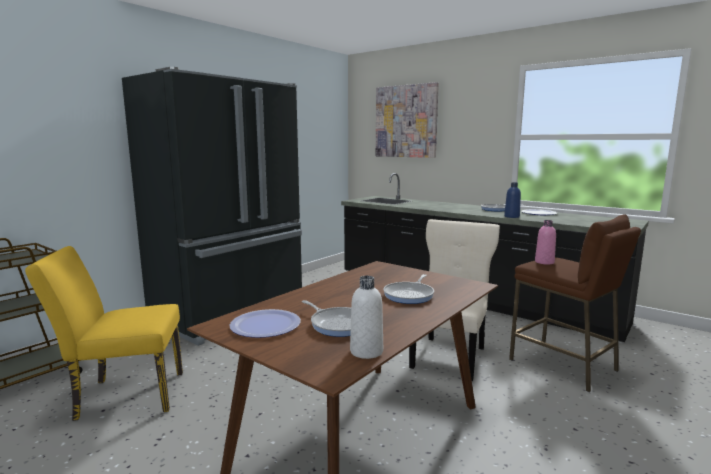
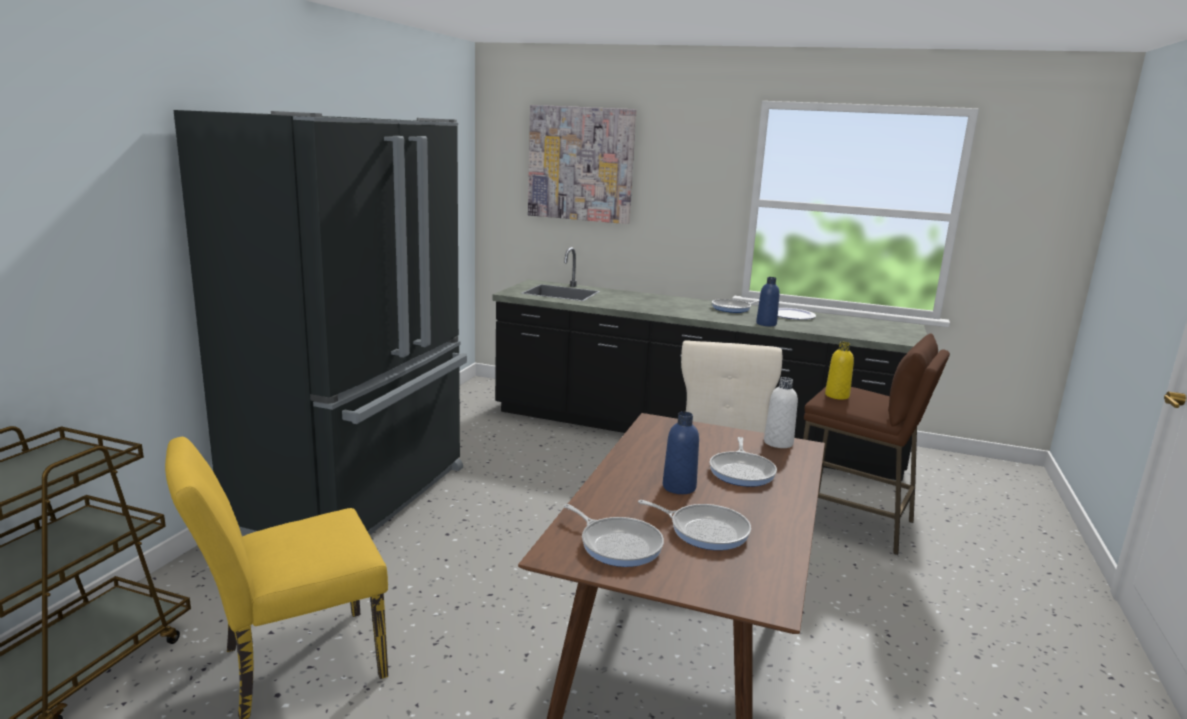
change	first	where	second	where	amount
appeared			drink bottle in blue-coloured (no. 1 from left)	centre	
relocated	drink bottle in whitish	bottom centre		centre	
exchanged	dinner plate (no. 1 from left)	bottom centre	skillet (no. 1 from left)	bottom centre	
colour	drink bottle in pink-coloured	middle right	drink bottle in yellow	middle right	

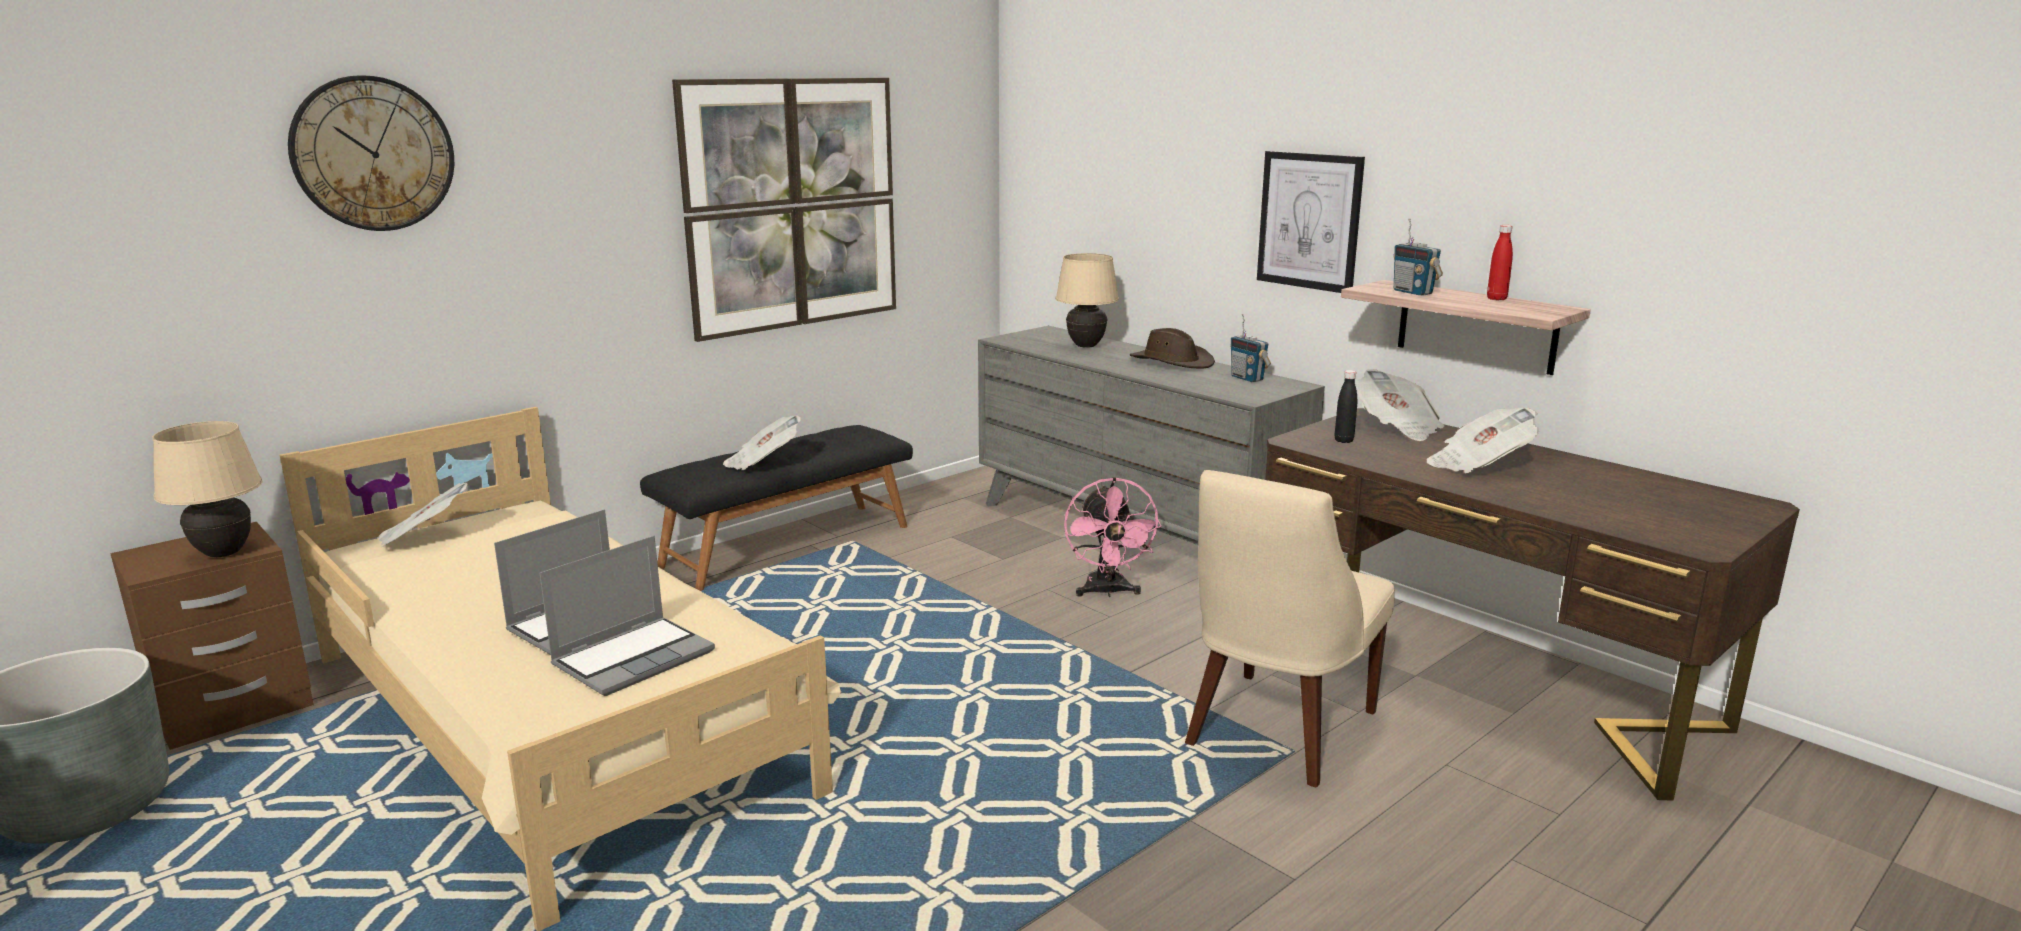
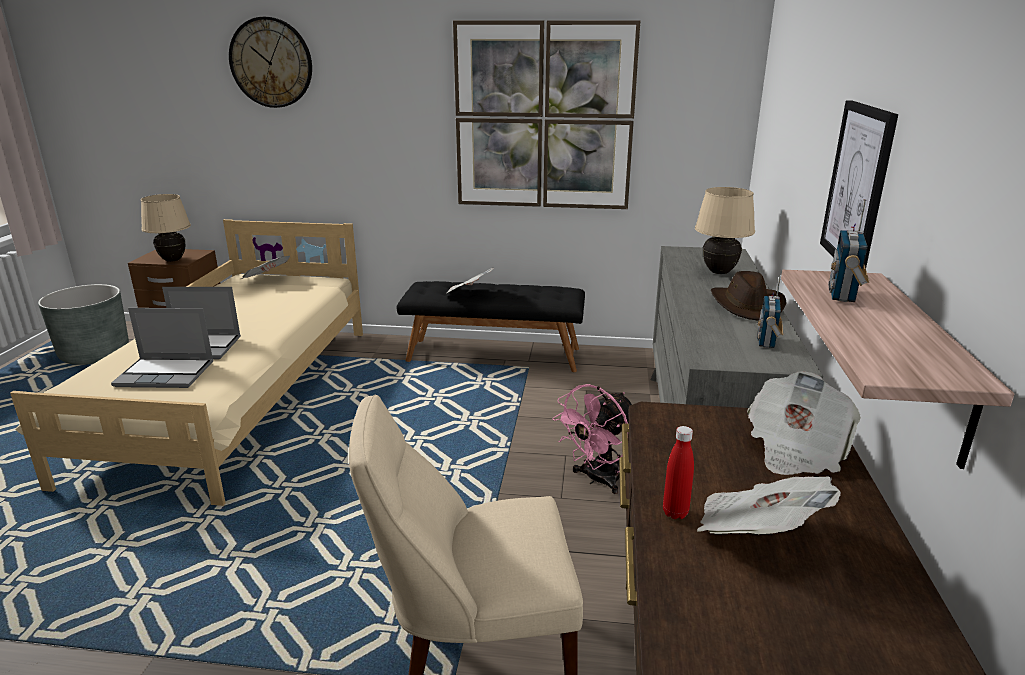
change	first	where	second	where	amount
missing	drink bottle in blackish	centre			
relocated	drink bottle in red	top right		bottom centre	

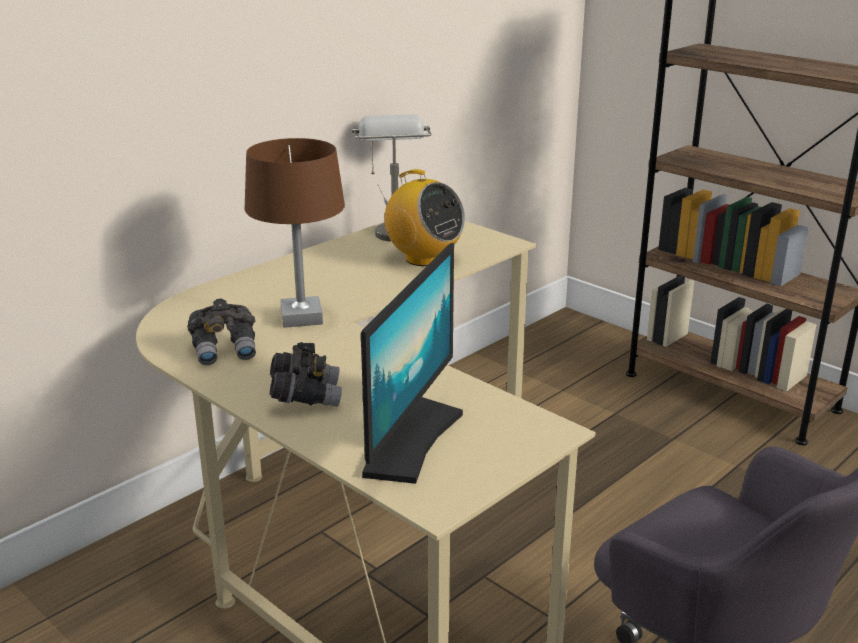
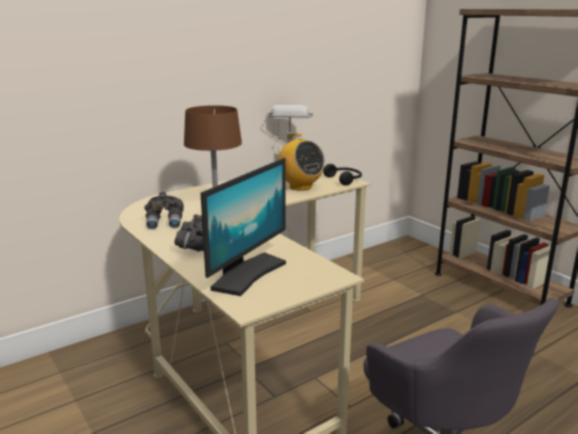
change	first	where	second	where	amount
appeared			headset in blackish	centre	

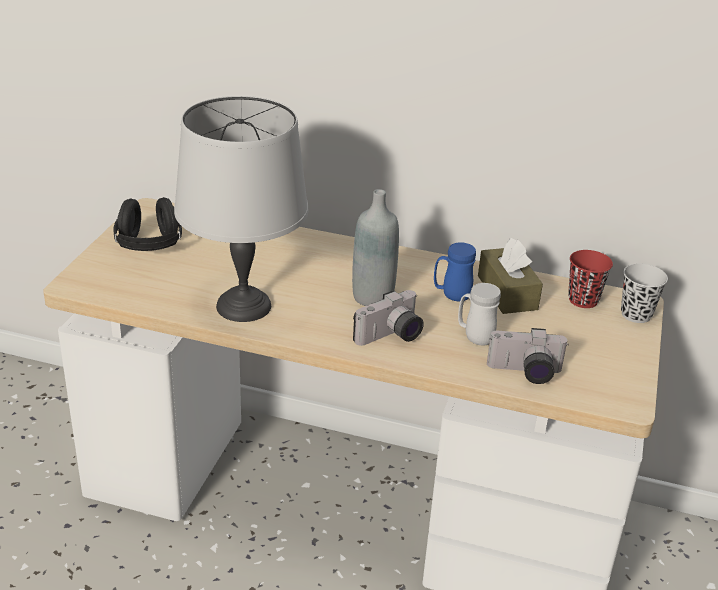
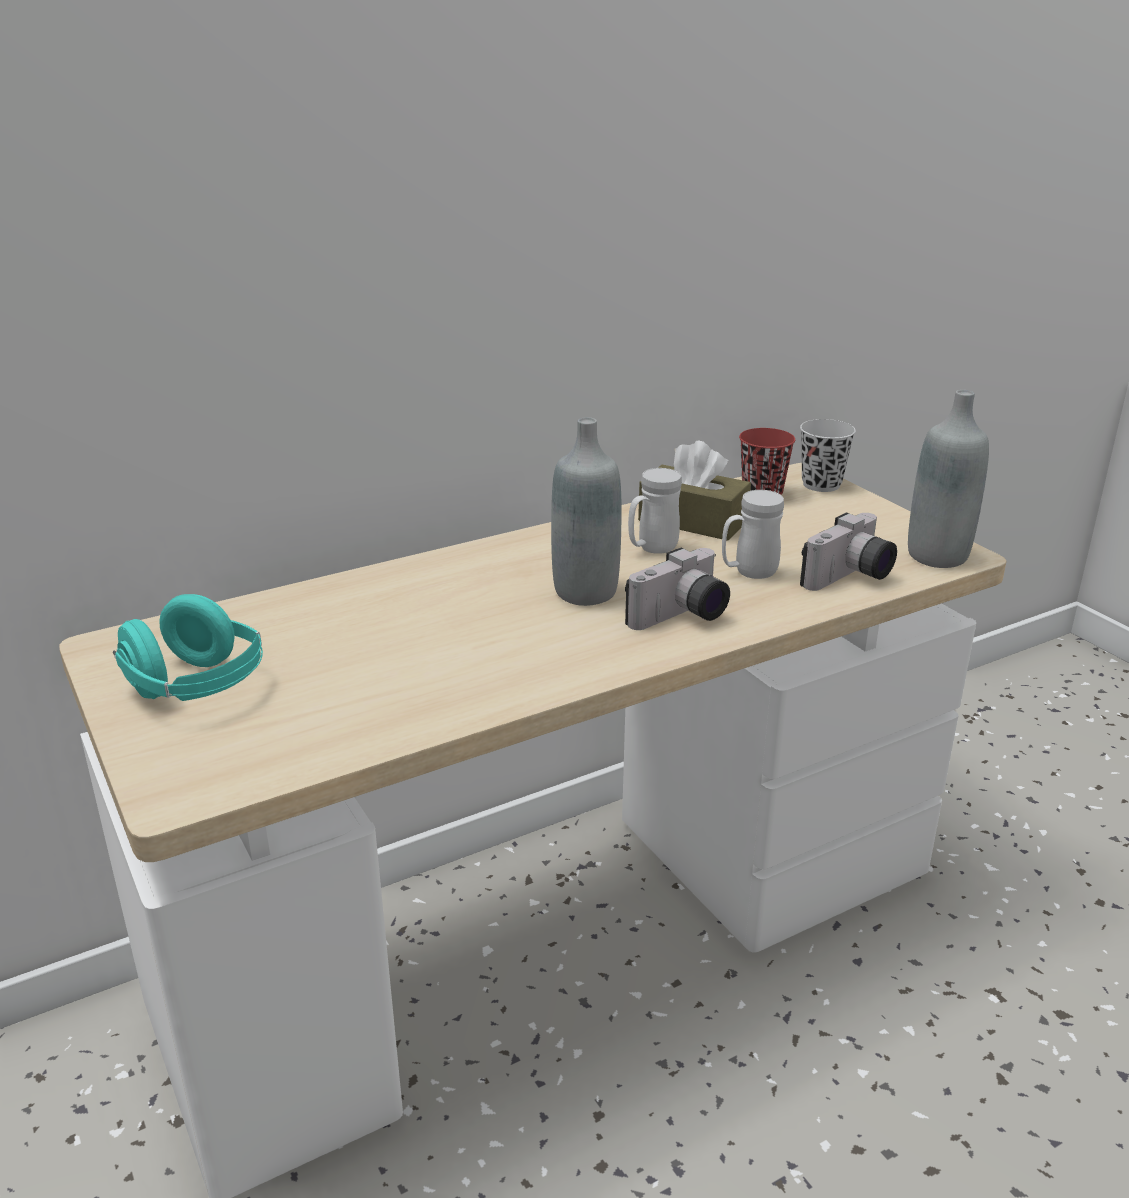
change	first	where	second	where	amount
missing	tabletop lamp in greyish	centre			
appeared			drink bottle in greyish (no. 2 from left)	middle right	
colour	headset in blackish	middle left	headset in turquoise-coloured	middle left	
colour	tea mug in blue-coloured	centre	tea mug in whitish (no. 1 from left)	centre	
spun	still camera (no. 1 from left)	centre		centre	45 degrees clockwise

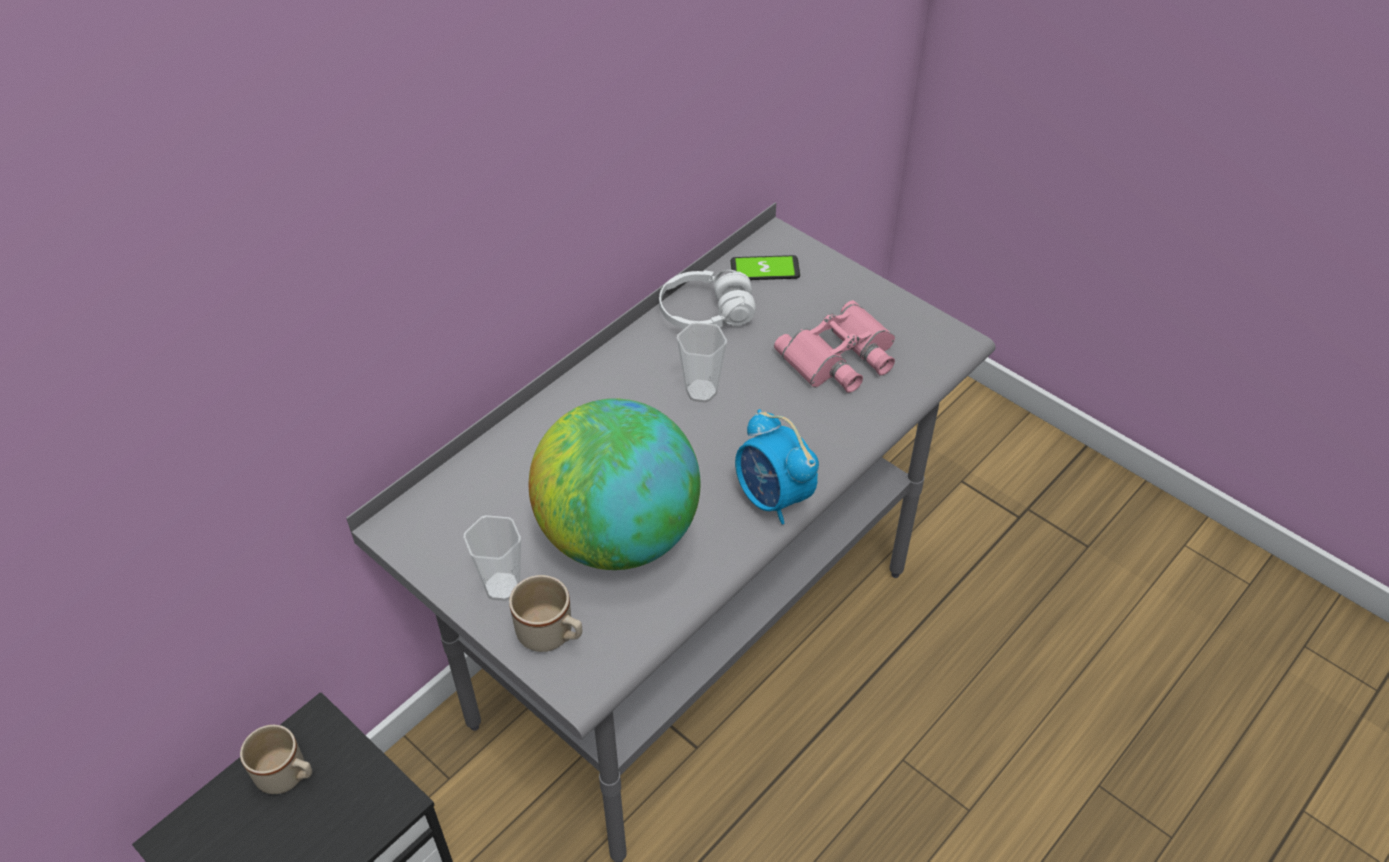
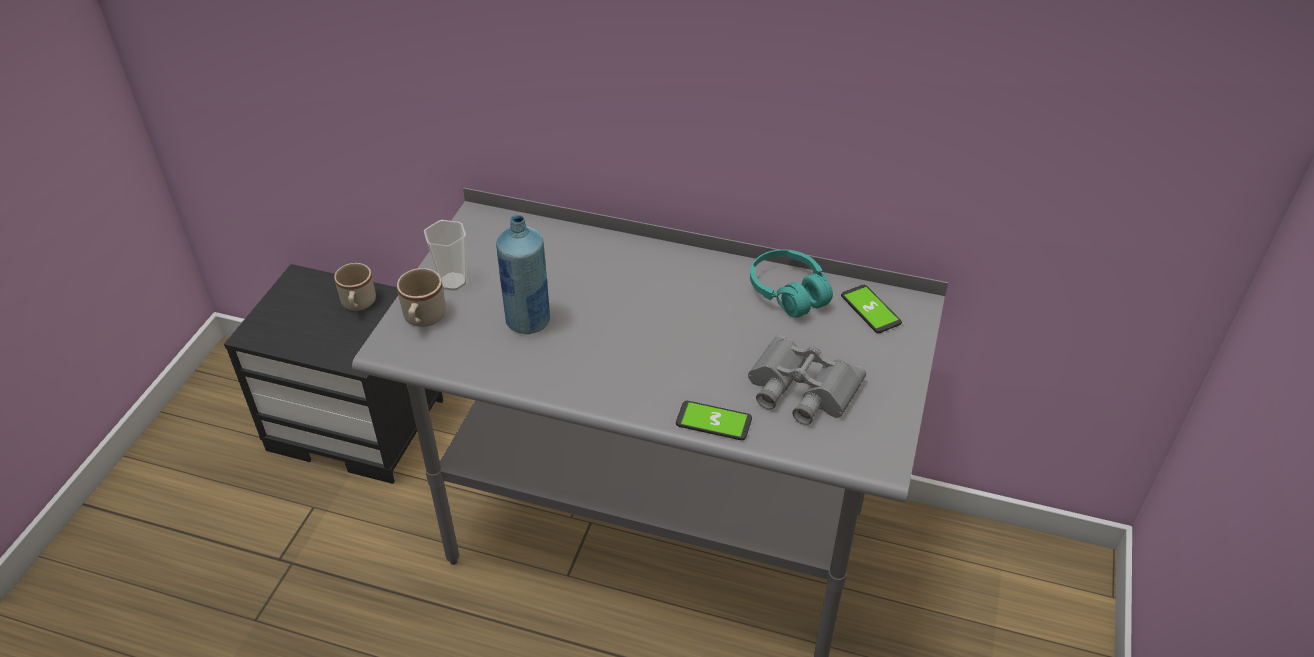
change	first	where	second	where	amount
missing	drinking cup (no. 2 from left)	centre			
missing	bedside clock	centre			
appeared			phone (no. 1 from left)	centre	
exchanged	desk globe	centre	drink bottle in blue-coloured	centre	
colour	headset in whitish	centre	headset in turquoise-coloured	centre	
colour	pair of binoculars in pink-coloured	centre	pair of binoculars in greyish	centre	

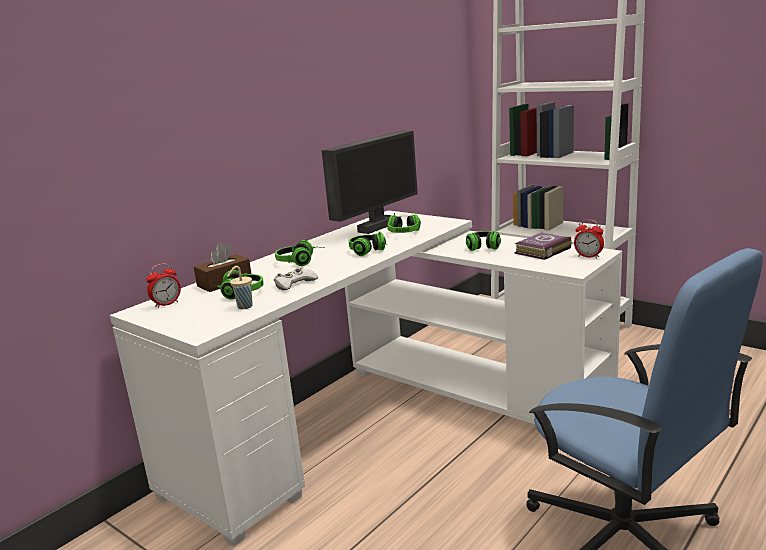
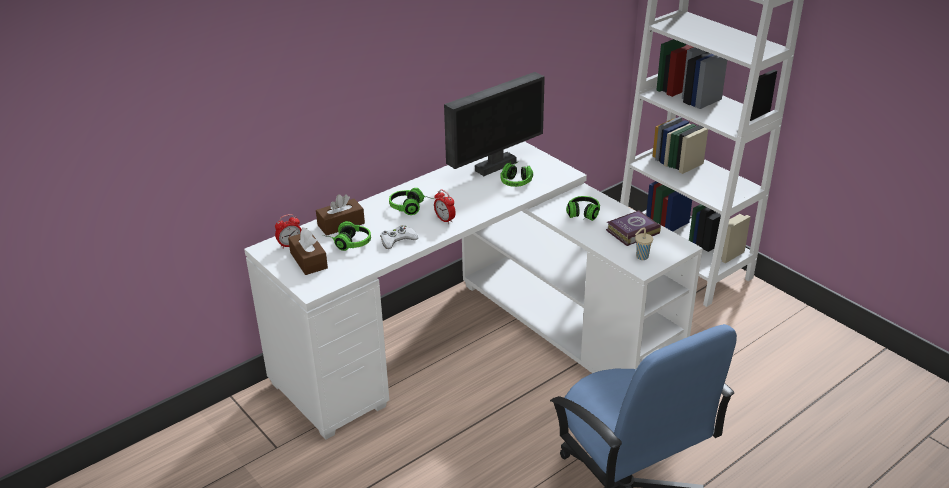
change	first	where	second	where	amount
missing	headset (no. 3 from left)	centre			
appeared			tissue box in brownish (no. 1 from left)	middle left	
relocated	drinking cup in sand-coloured	middle left		middle right	
relocated	bedside clock (no. 2 from left)	middle right		centre	

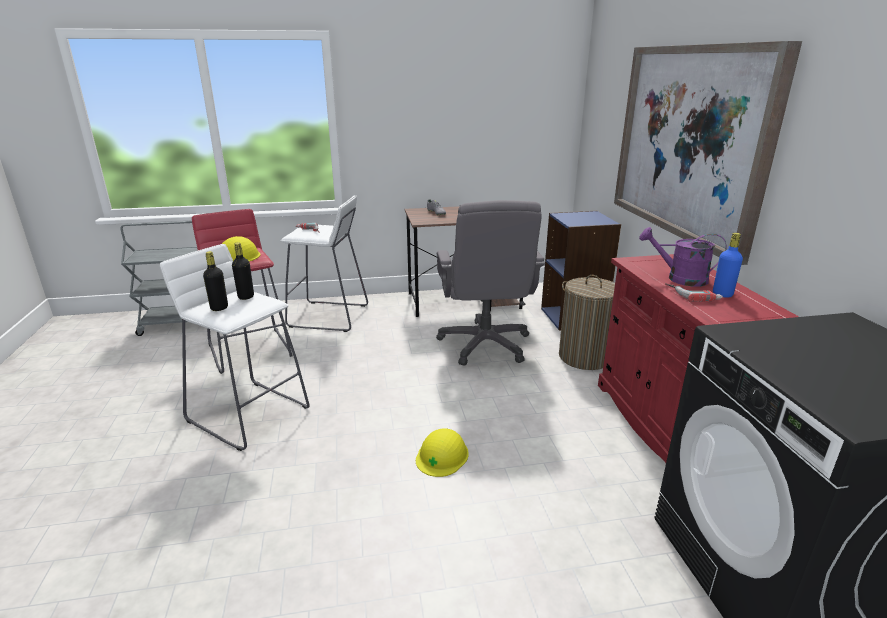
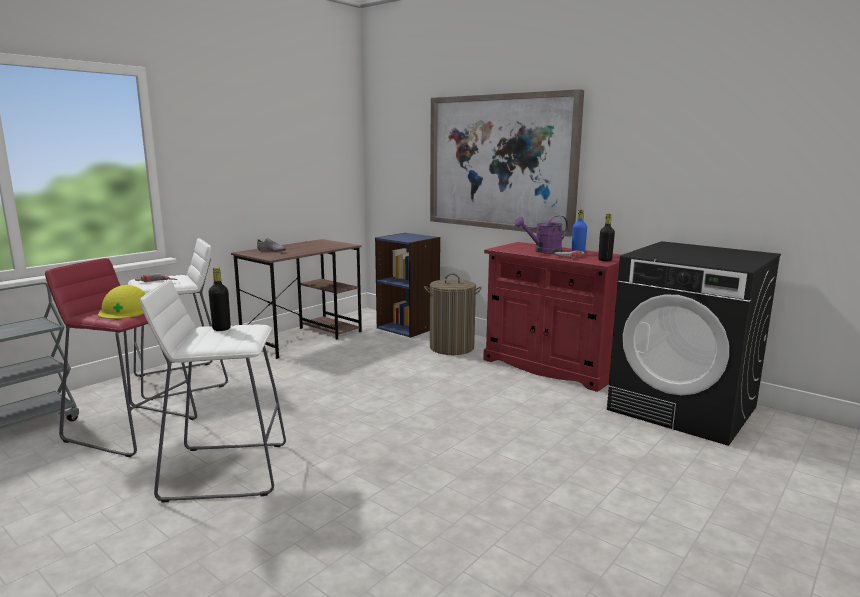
change	first	where	second	where	amount
missing	hard hat in yellow (no. 2 from left)	bottom centre			
missing	computer chair in greyish	centre			
relocated	drink bottle in blackish (no. 1 from left in the first image)	middle left	drink bottle in blackish (no. 2 from left)	middle right	

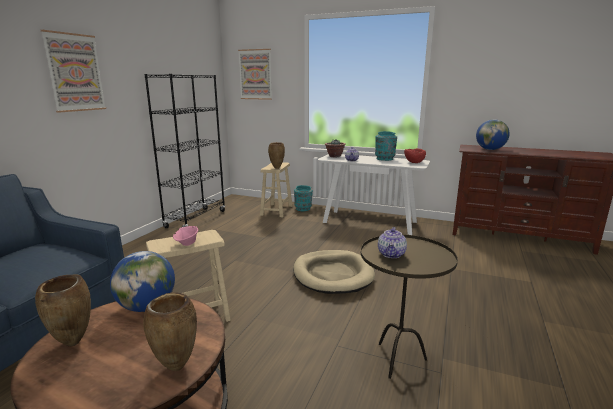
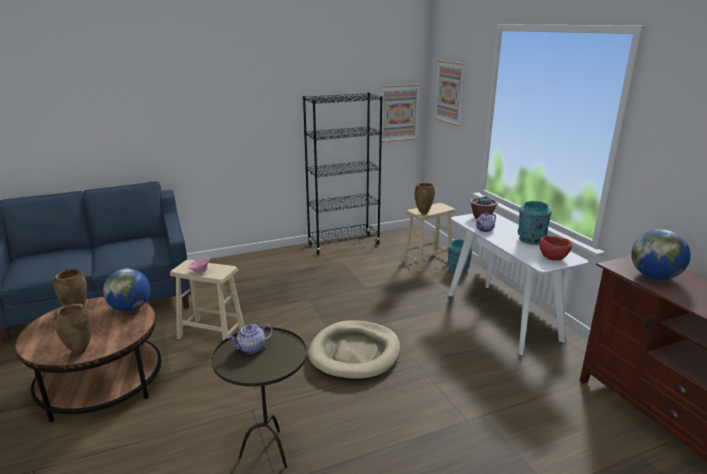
change	first	where	second	where	amount
relocated	picture (no. 1 from left)	top left		top centre	

